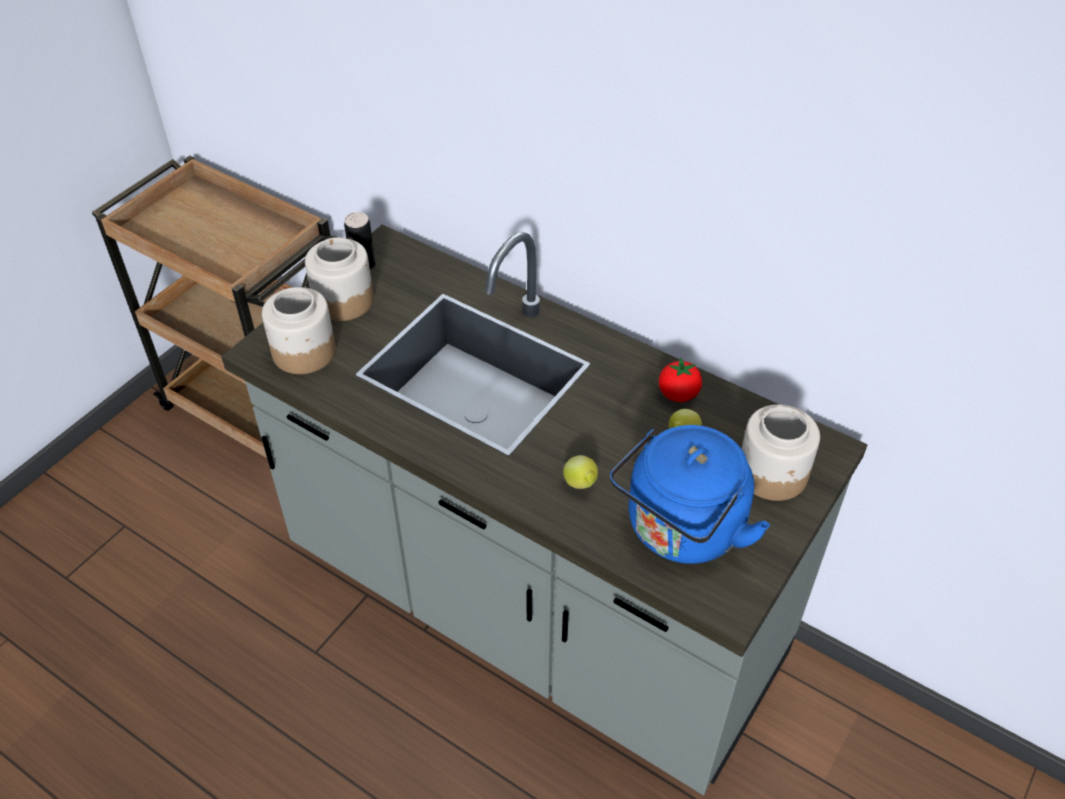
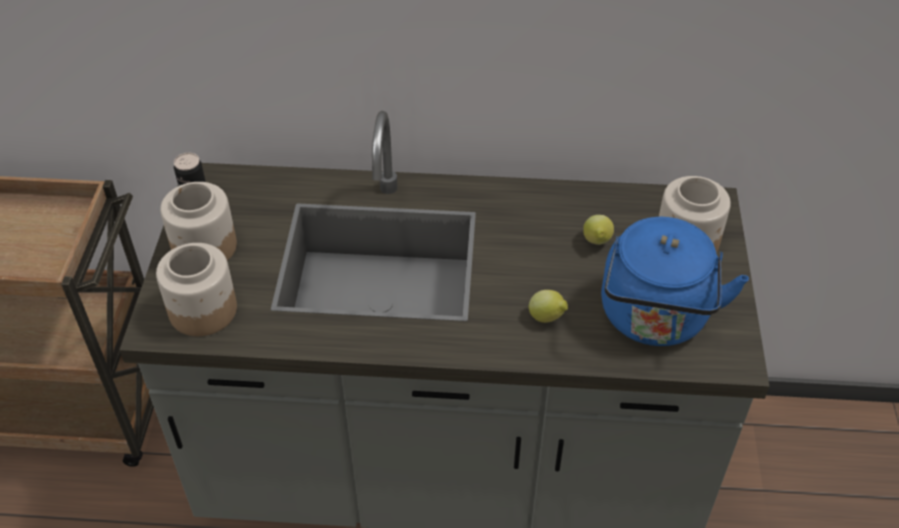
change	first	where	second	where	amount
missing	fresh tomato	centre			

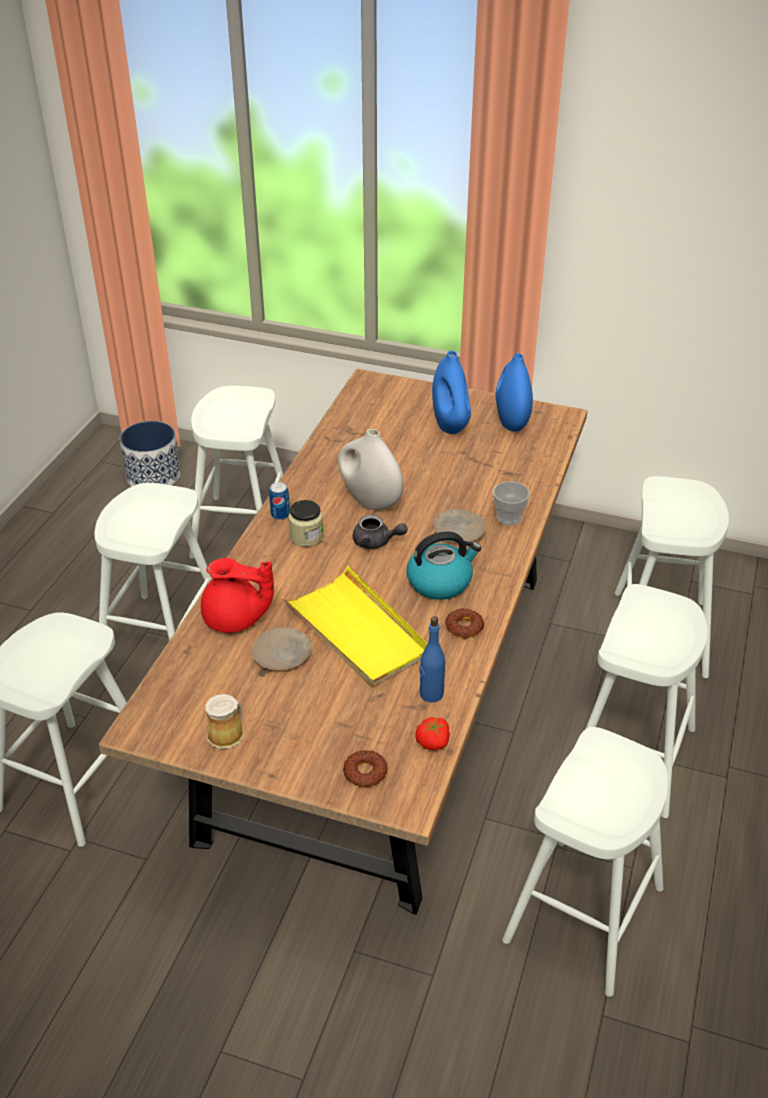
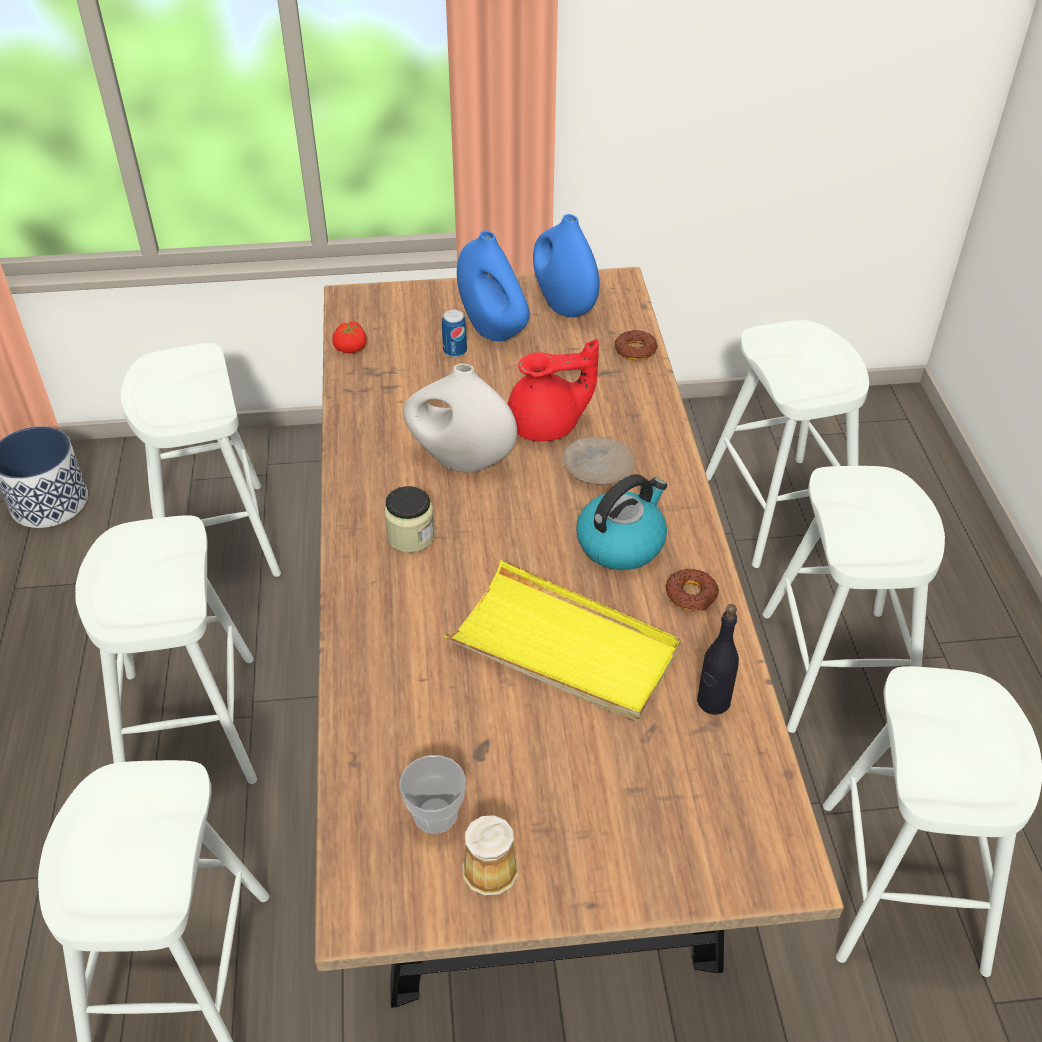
change	first	where	second	where	amount
missing	dinner plate in sand-coloured (no. 1 from left)	centre			
missing	pot for tea in greyish	centre			
relocated	pot for tea in red	middle left		centre	
relocated	metal can	centre		top centre	
relocated	doughnut (no. 1 from left)	bottom centre		top centre	
relocated	fresh tomato	bottom centre		top centre	
relocated	drinking cup	centre		bottom centre	
colour	drink bottle in blue-coloured	centre	drink bottle in blackish	middle right	

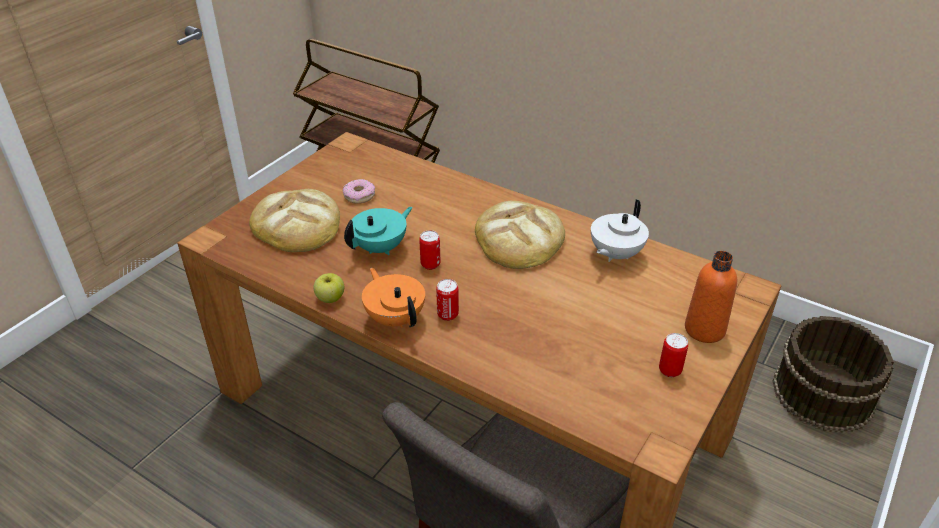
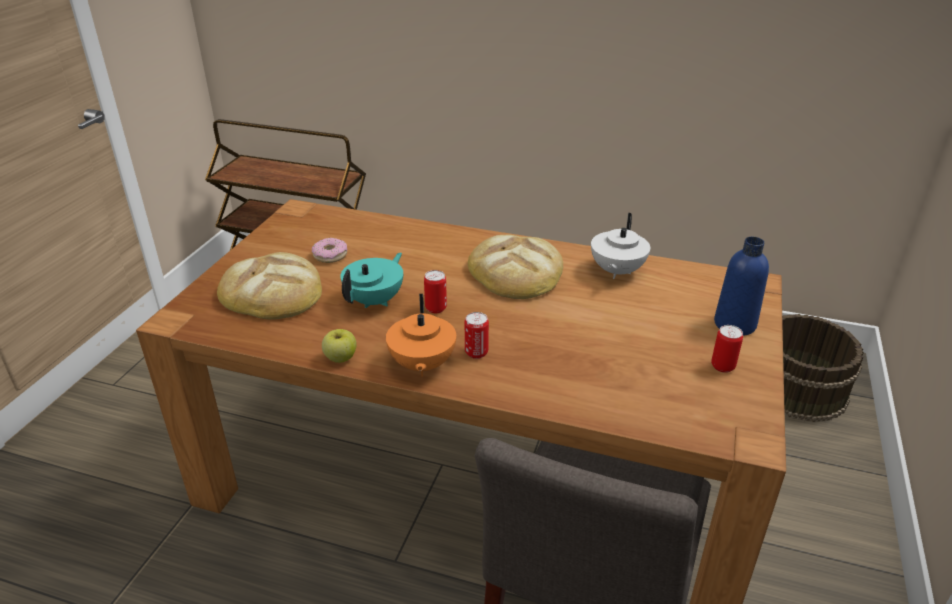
change	first	where	second	where	amount
colour	drink bottle in orange	middle right	drink bottle in blue-coloured	middle right	
spun	pot for tea in orange	centre		centre	135 degrees counterclockwise

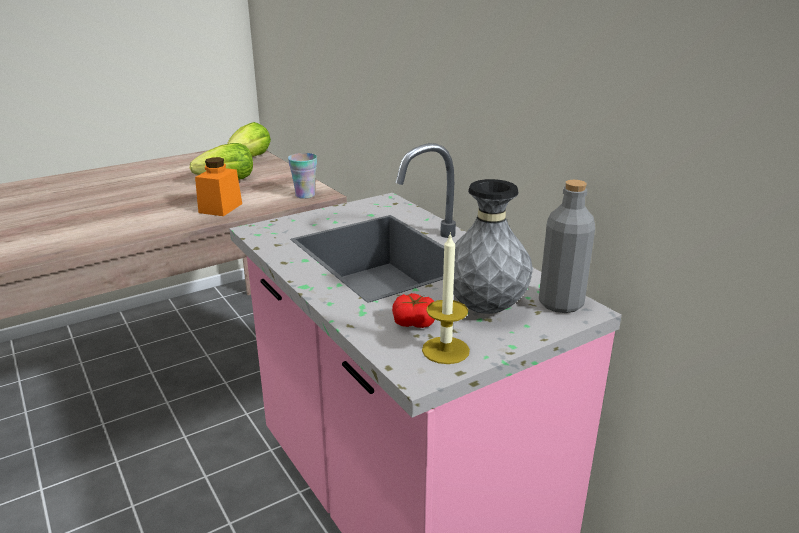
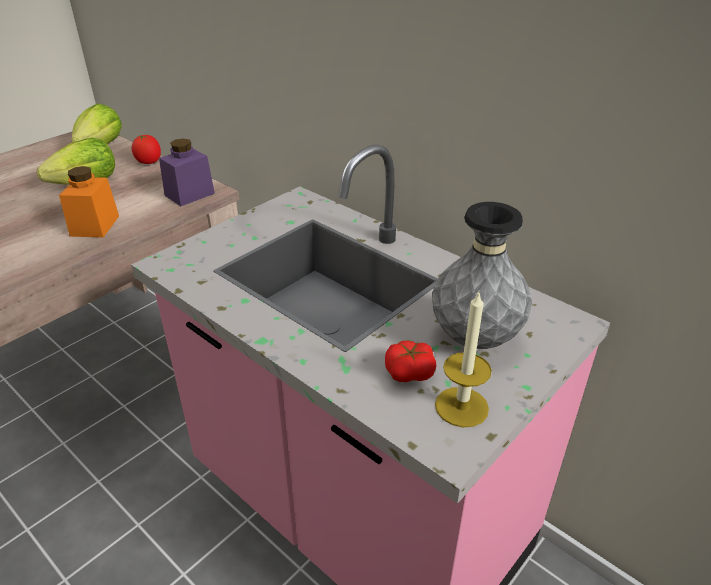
change	first	where	second	where	amount
missing	drink bottle in greyish	middle right			
appeared			fresh tomato (no. 1 from left)	top left	
exchanged	drinking cup	top centre	jar in purple	top left	

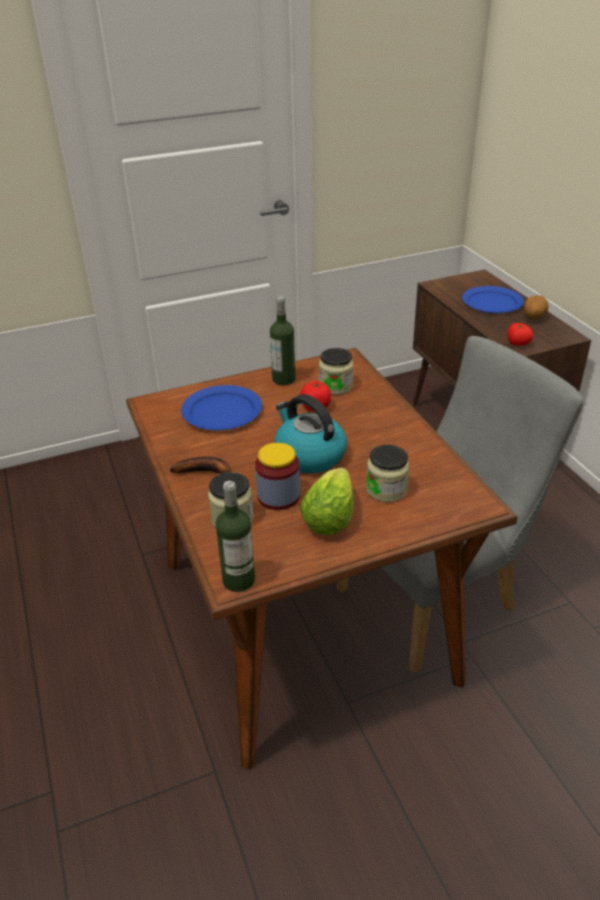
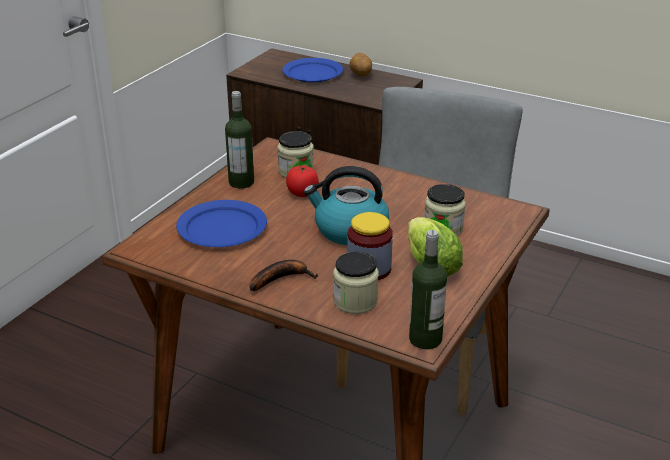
change	first	where	second	where	amount
missing	fresh tomato (no. 2 from left)	middle right			

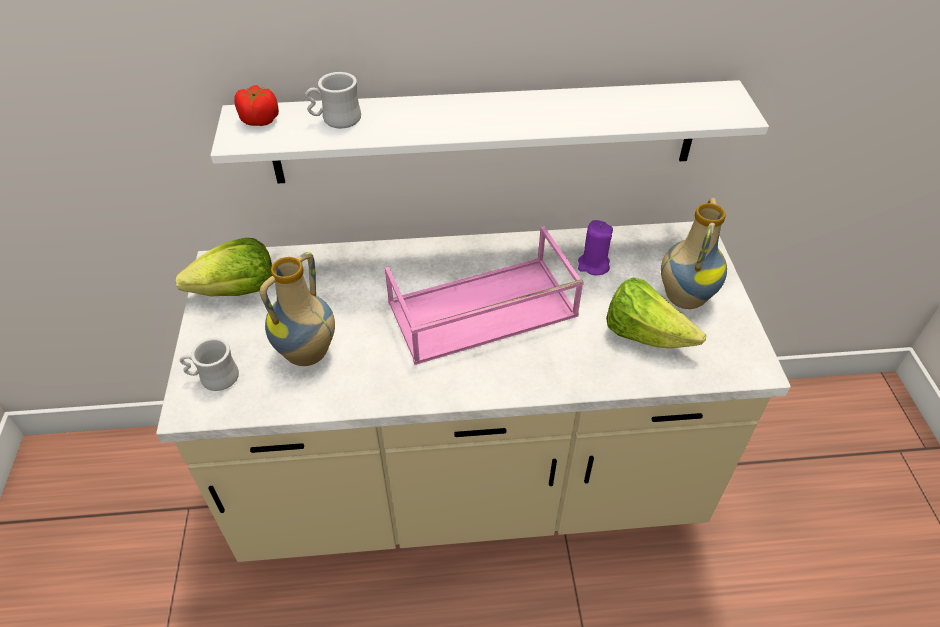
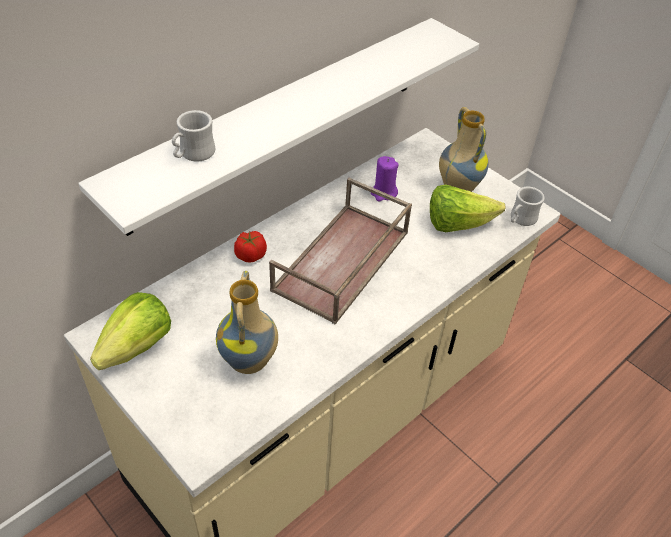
change	first	where	second	where	amount
relocated	tea mug in whitish (no. 1 from left in the first image)	middle left	tea mug in whitish (no. 2 from left)	middle right	
relocated	fresh tomato	top left		centre	
colour	serving tray in pink-coloured	centre	serving tray in brownish	centre	

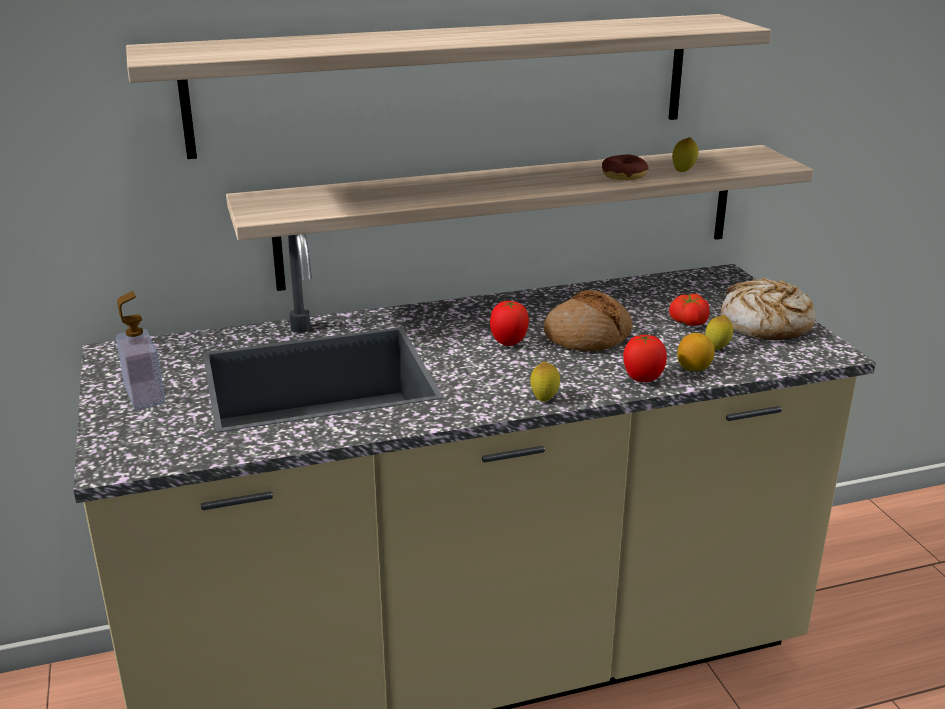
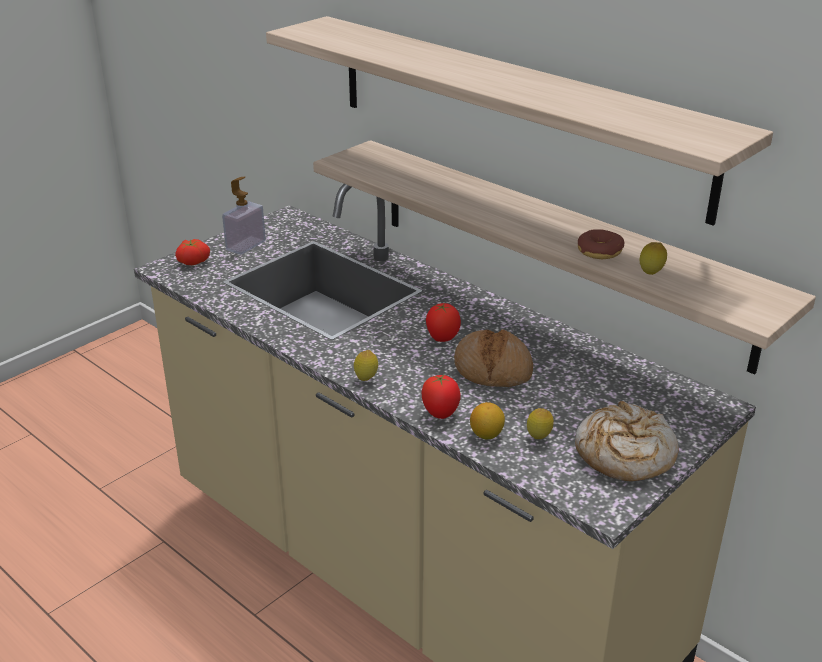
change	first	where	second	where	amount
relocated	fresh tomato (no. 3 from left in the first image)	middle right	fresh tomato (no. 1 from left)	middle left	

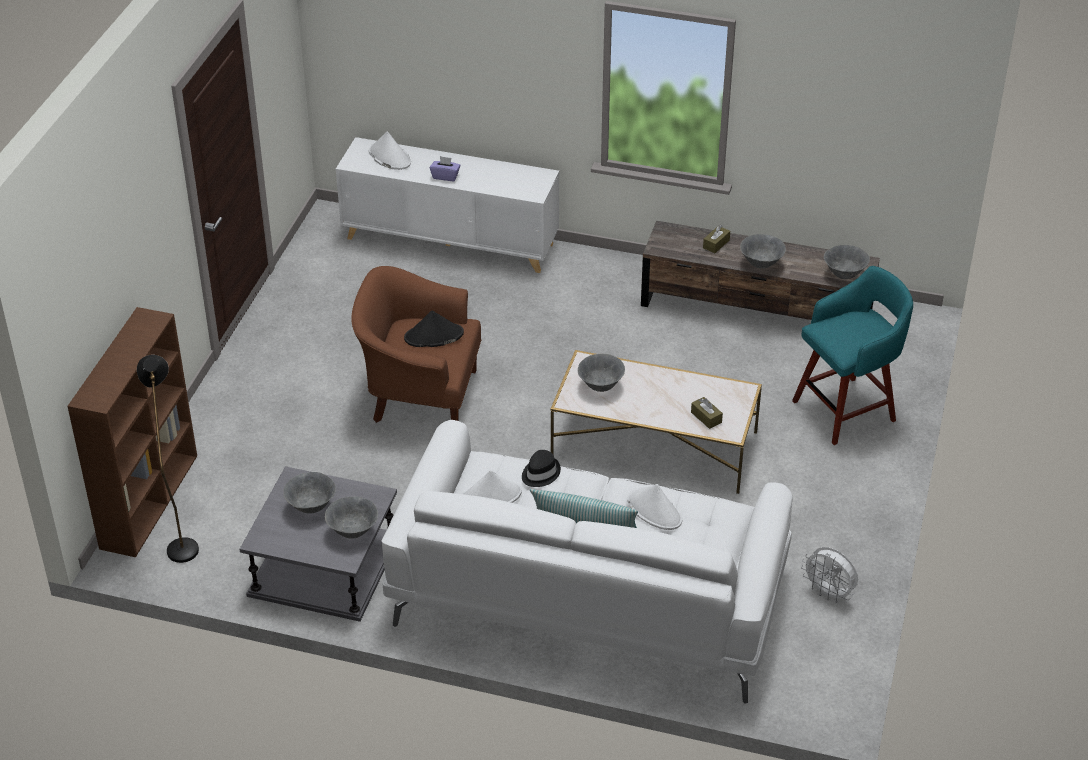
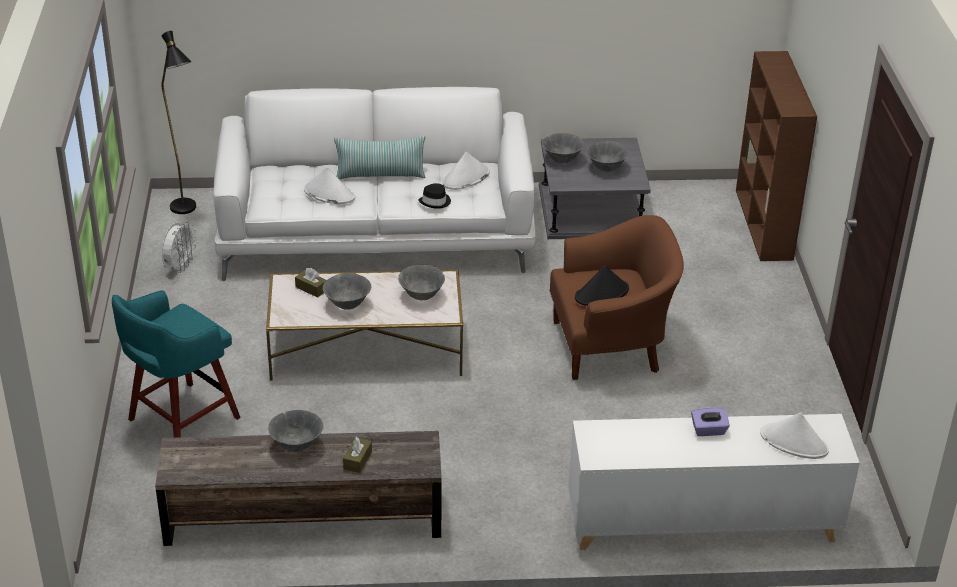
change	first	where	second	where	amount
relocated	standard lamp in blackish	middle left		top left	
relocated	bowl in greyish (no. 5 from left in the first image)	middle right	bowl in greyish (no. 2 from left)	centre	
spun	fan in whitish	bottom right		middle left	90 degrees clockwise

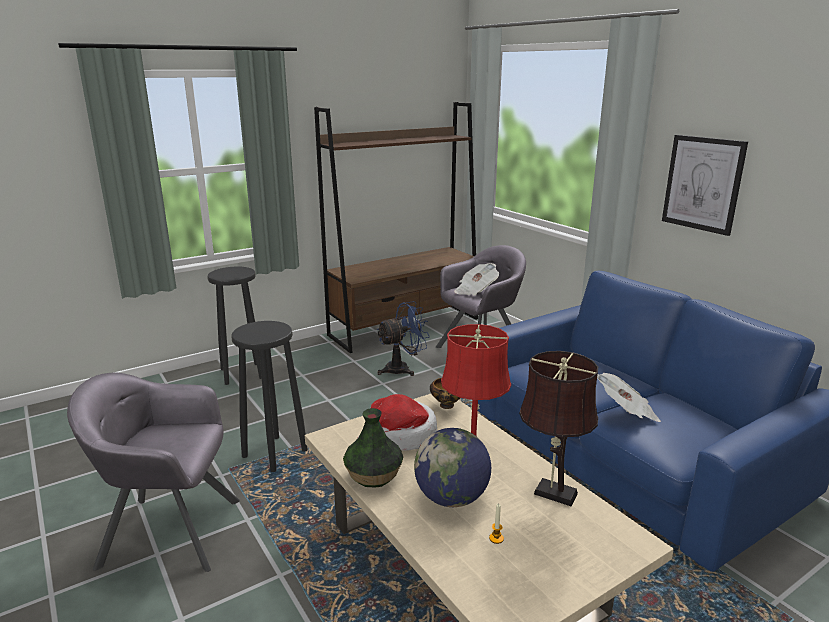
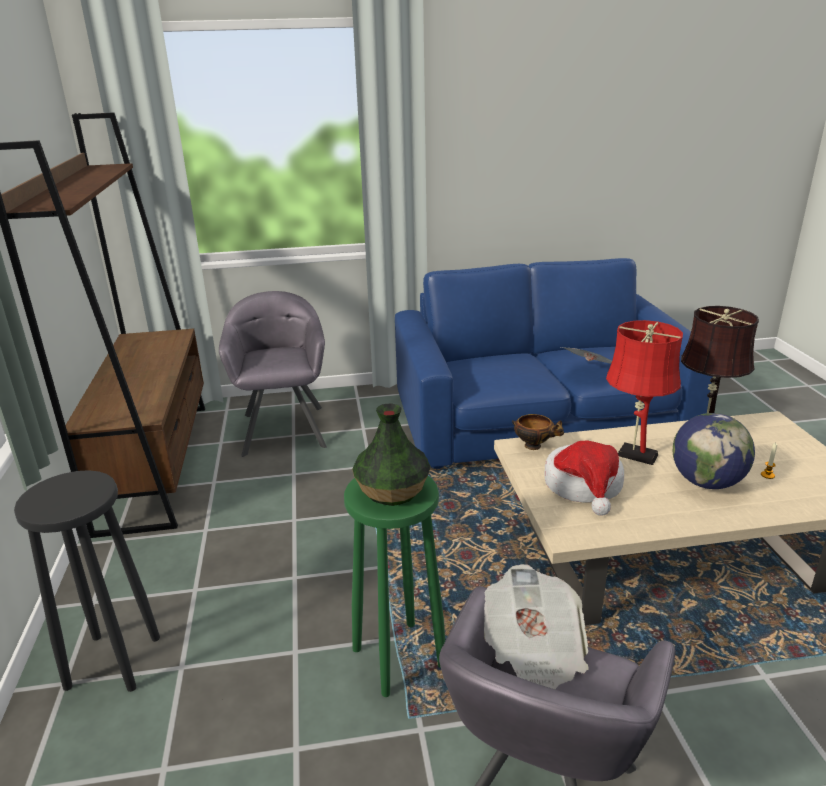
change	first	where	second	where	amount
missing	fan in blue-coloured	centre			
missing	picture	top right			
relocated	decorative vase	bottom centre		centre	
relocated	daily paper (no. 1 from left)	centre		bottom centre	
colour	stool in blackish (no. 2 from left)	middle left	stool in greenish	bottom centre	

